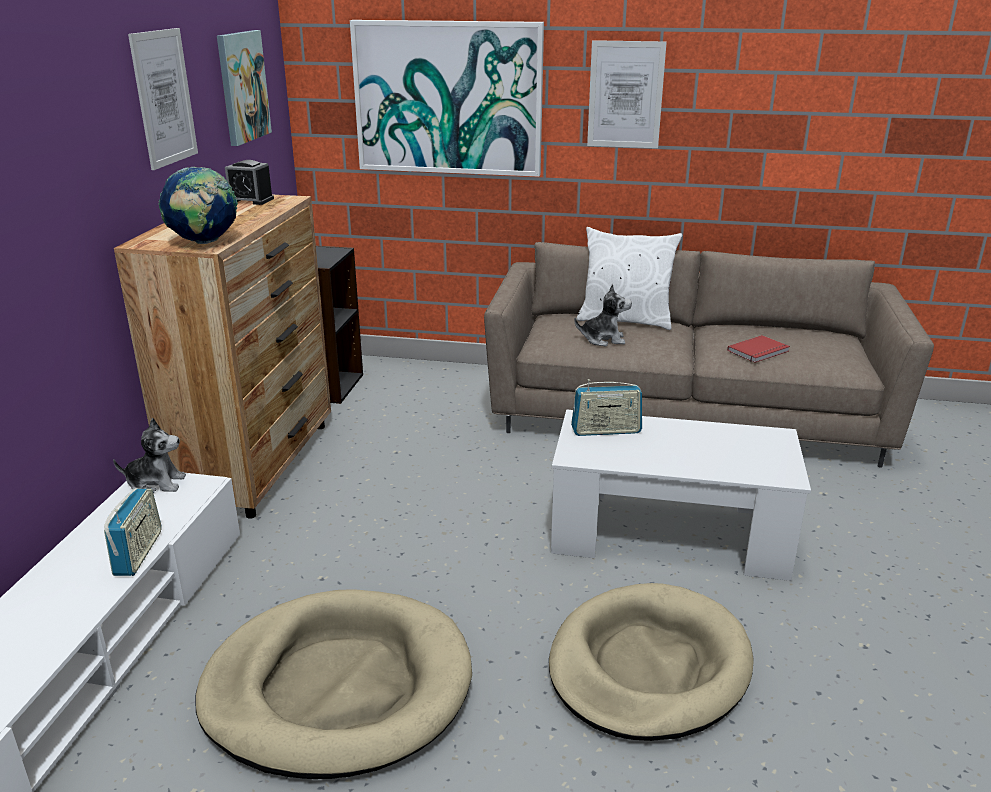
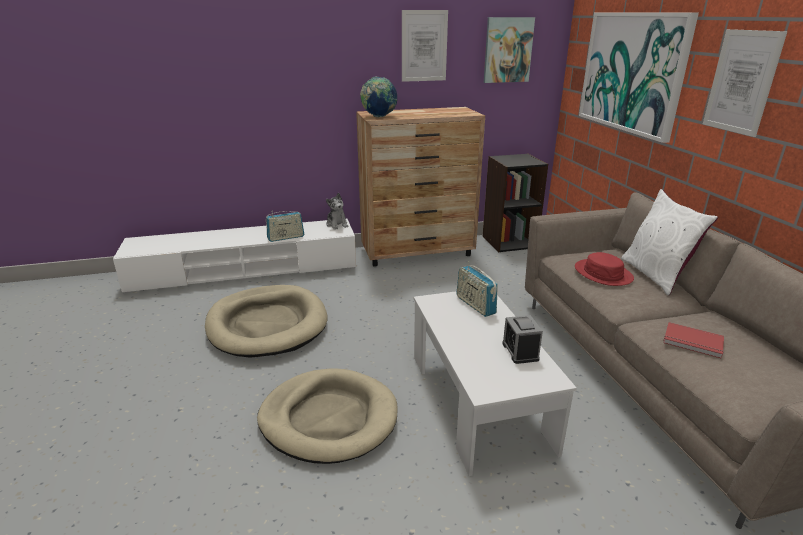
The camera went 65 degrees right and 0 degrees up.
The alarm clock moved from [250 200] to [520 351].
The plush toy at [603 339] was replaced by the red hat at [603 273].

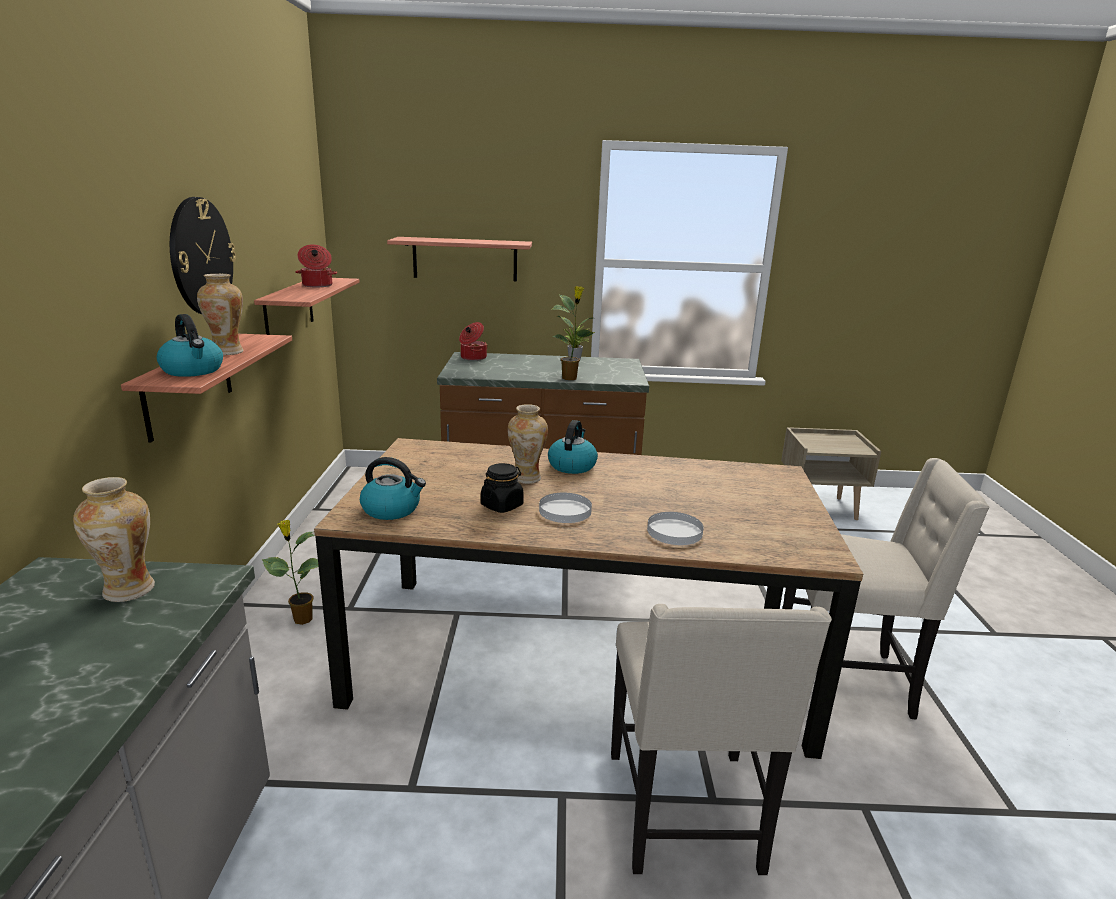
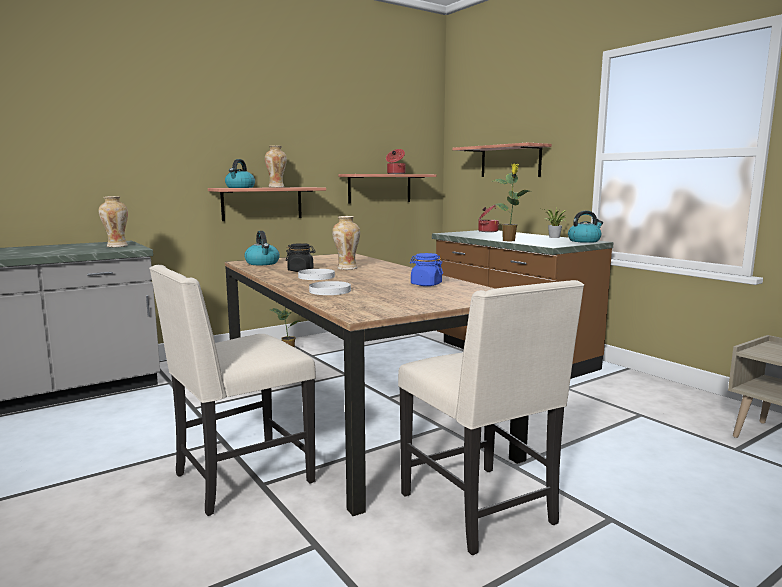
The camera went 55 degrees right and 10 degrees down.
The wall clock at [201 257] disappeared.
The kettle moved from [572 465] to [584 241].
The blue jar at [426 284] appeared.

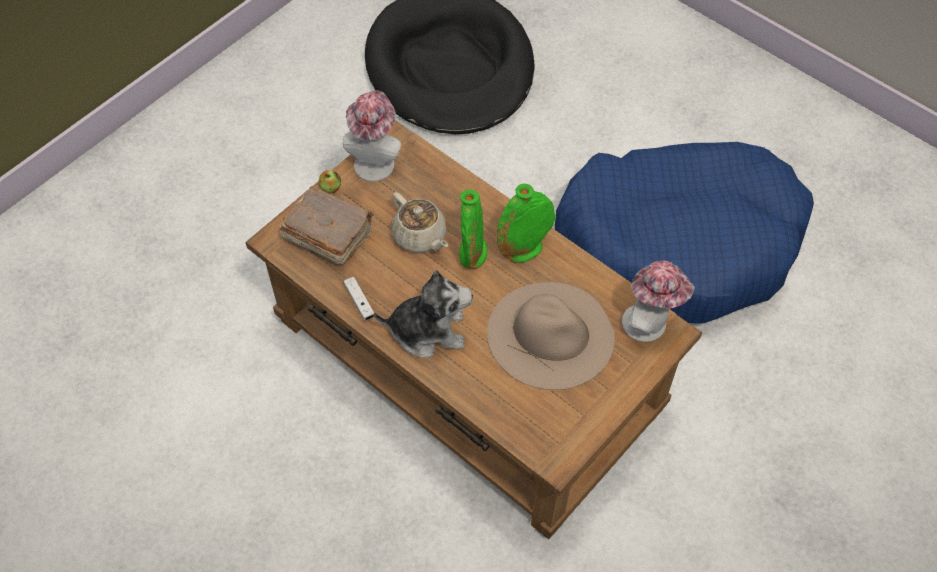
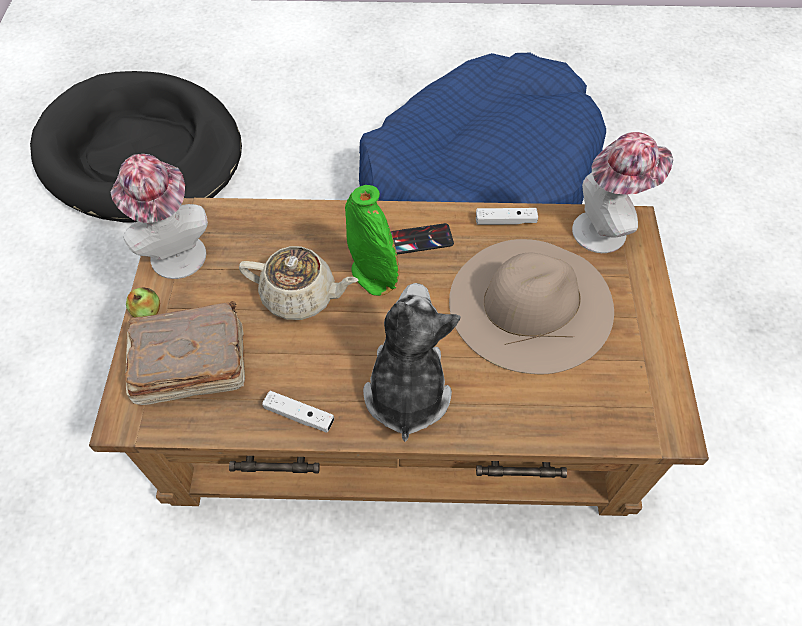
The camera went 40 degrees left and 0 degrees up.
The plush toy at [428 331] turned 45 degrees counterclockwise.
The green vase at [524 250] was replaced by the phone at [421 239].
The white game controller at [505 221] appeared.

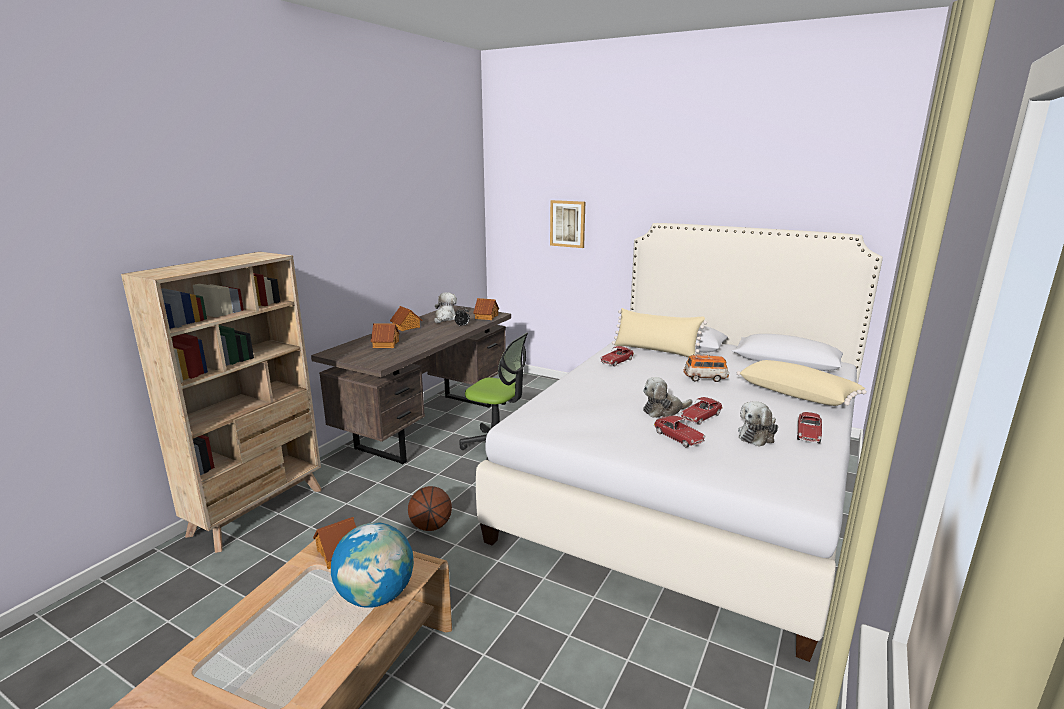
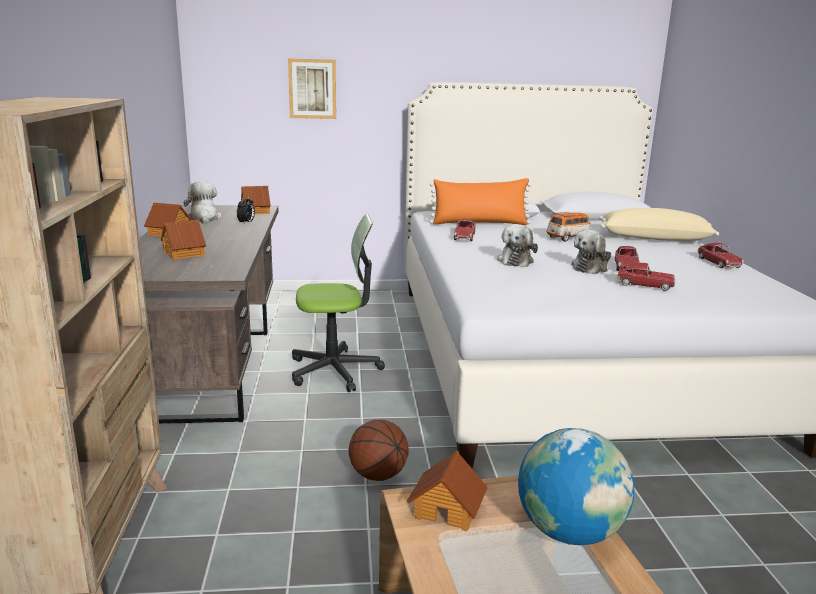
The camera went 35 degrees left and 0 degrees up.
The beige pillow at [655 350] became the orange pillow at [480 223].
The plush toy moved from [757 436] to [515 260].

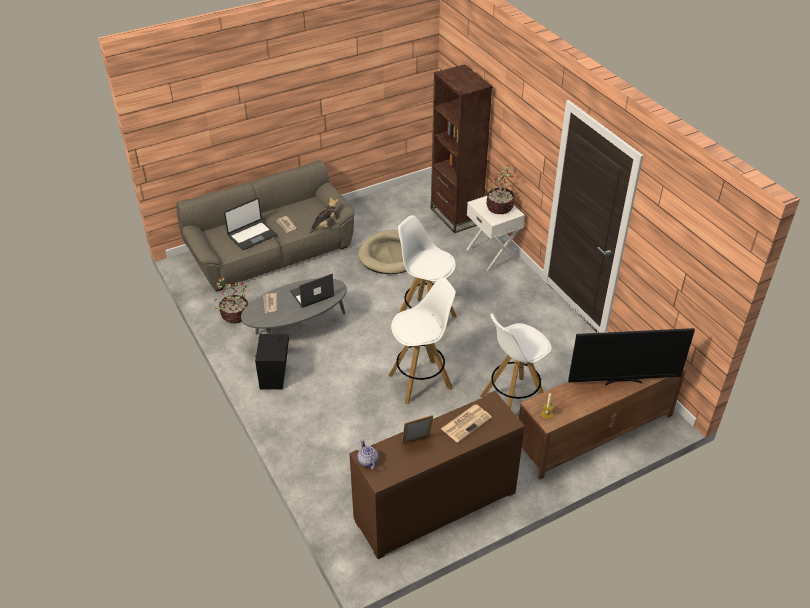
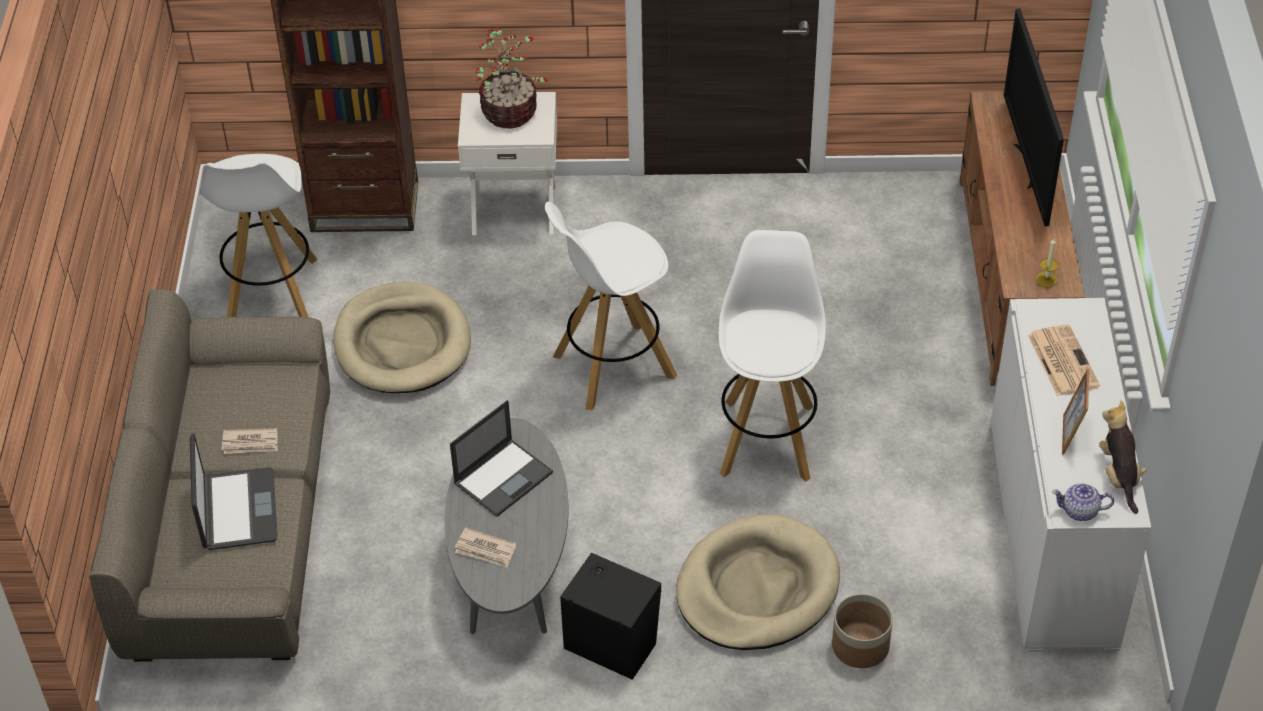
The camera went 60 degrees left and 5 degrees up.
The potted plant at [234 315] disappeared.
The laptop at [311 294] turned 135 degrees counterclockwise.
The plush toy moved from [326 225] to [1118 475].
The brown cabinet at [435 506] became the white cabinet at [1052 533].
The white stool moved from [512 400] to [272 293].
The television at [623 381] turned 150 degrees clockwise.
The beige dog bed at [757 588] appeared.
The planter at [860 646] appeared.

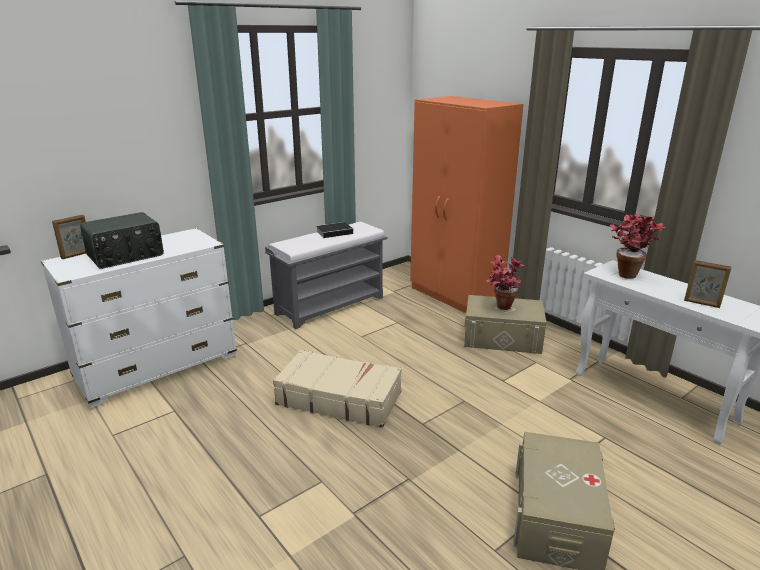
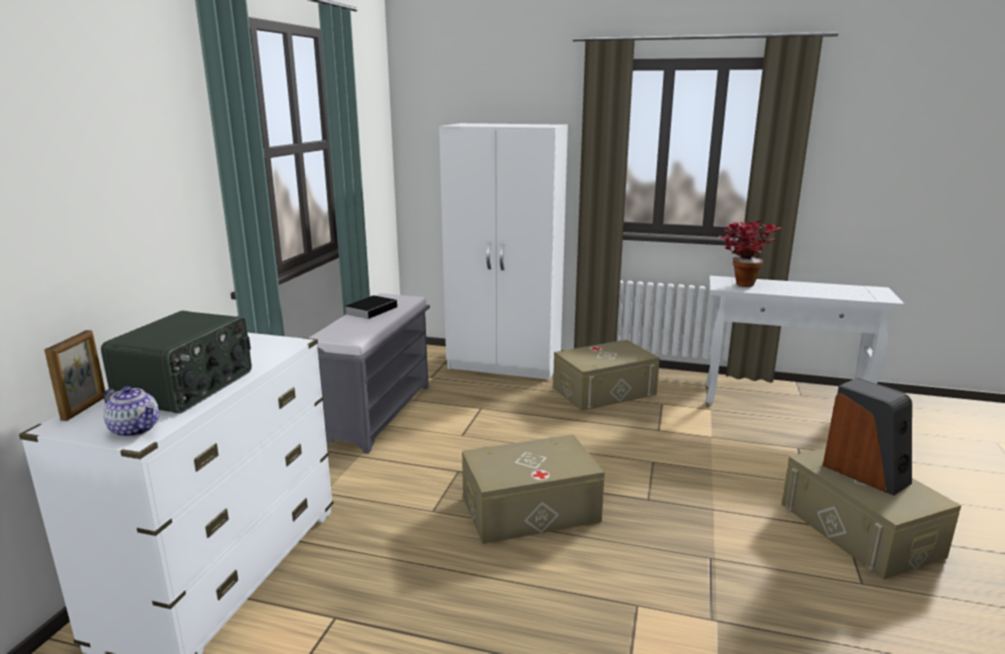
The camera went 35 degrees left and 5 degrees down.
The beige suitcase at [339 398] was replaced by the beige storage box at [530 509].
The orange wardrobe at [455 296] became the white wardrobe at [505 364].
The potted plant at [500 308] disappeared.
The picture frame at [701 304] disappeared.
The teapot at [136 429] appeared.
The speaker at [866 473] appeared.

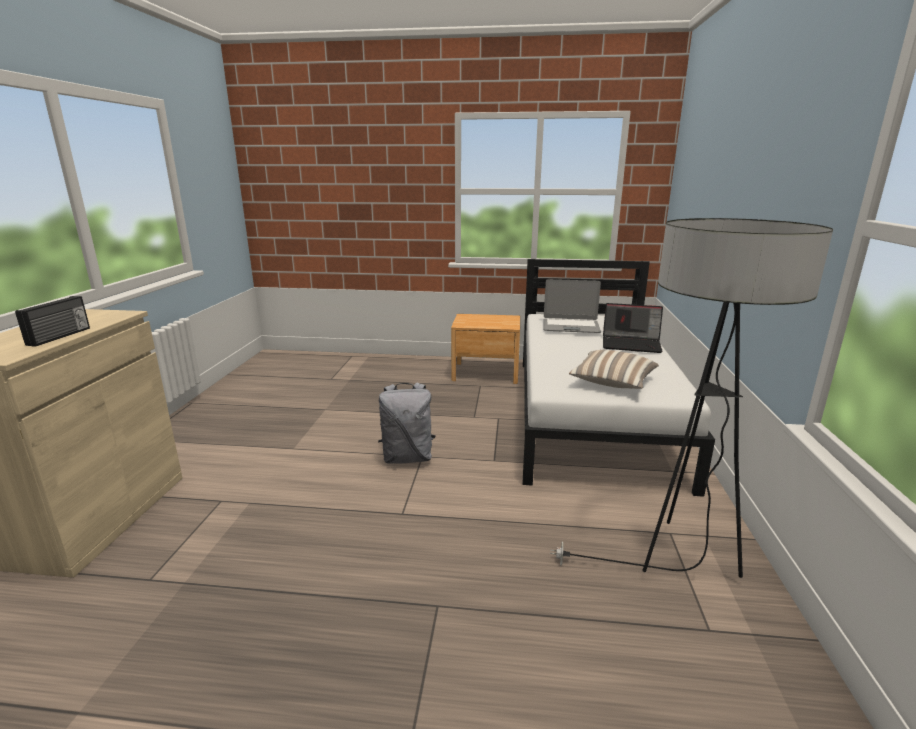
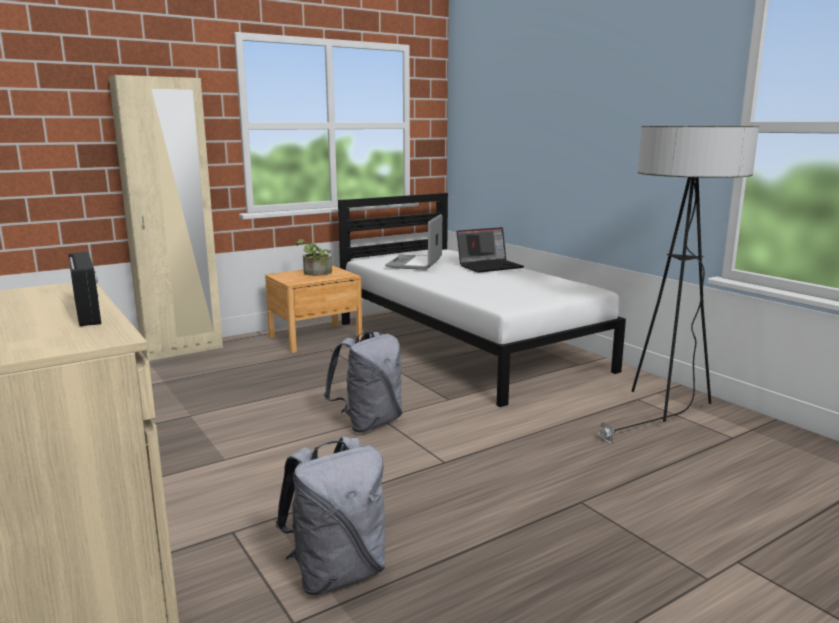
The camera went 40 degrees left and 5 degrees down.
The laptop at [570 327] turned 135 degrees clockwise.
The pillow at [612 383] disappeared.
The beige wardrobe at [182 350] appeared.
The grey backpack at [337 573] appeared.
The potted plant at [315 273] appeared.

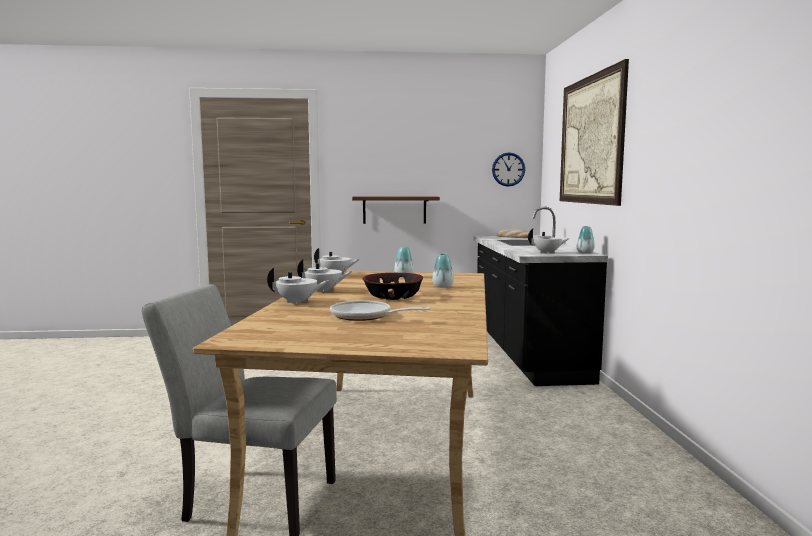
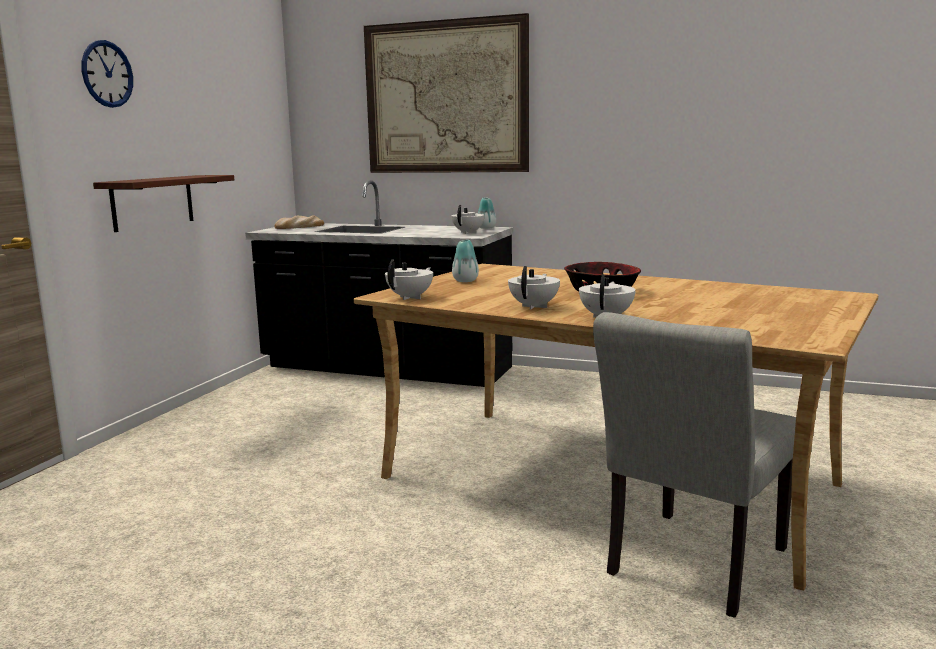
The camera went 65 degrees left and 5 degrees up.
The frying pan at [366 316] disappeared.
The vase at [442 286] disappeared.
The wall clock moved from [508 169] to [107 74].

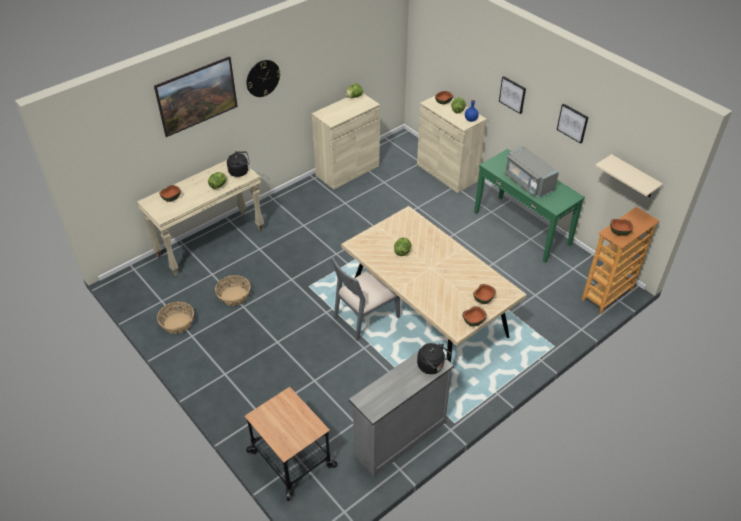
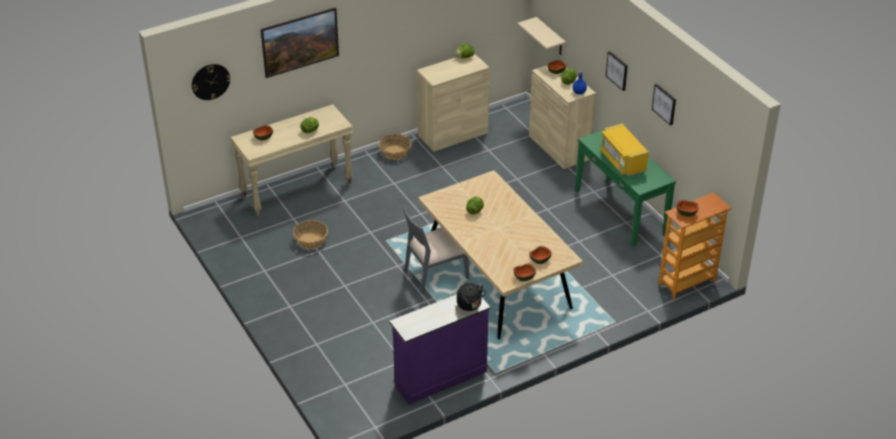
The camera went 10 degrees right and 5 degrees down.
The basket moved from [177 323] to [395 152].
The black kettle at [240 171] disappeared.
The cart at [291 460] disappeared.
The wall clock moved from [262 78] to [210 81].
The grey dresser at [398 438] became the purple dresser at [439 378].
The grey microwave at [528 182] became the yellow microwave at [622 161].
The beige shelf moved from [634 177] to [550 37].

